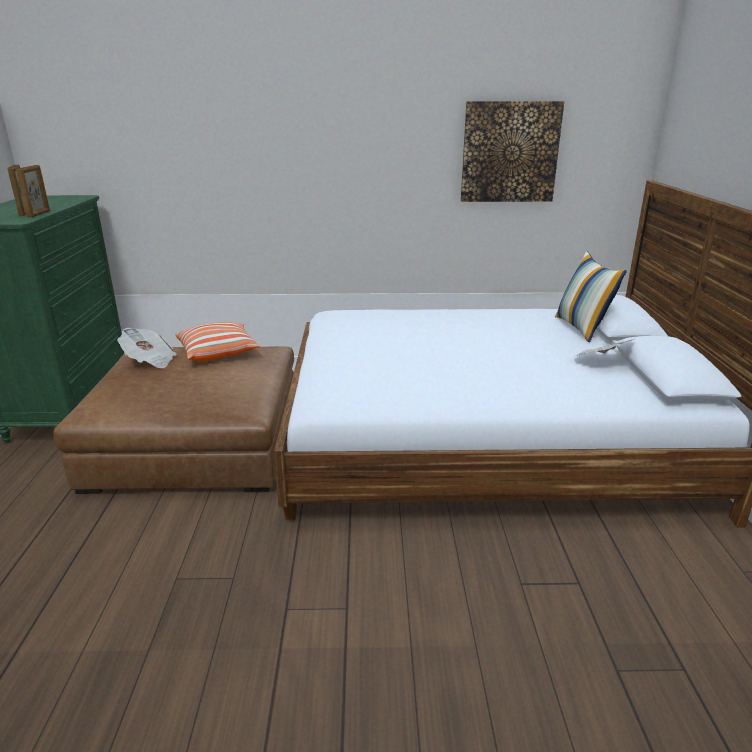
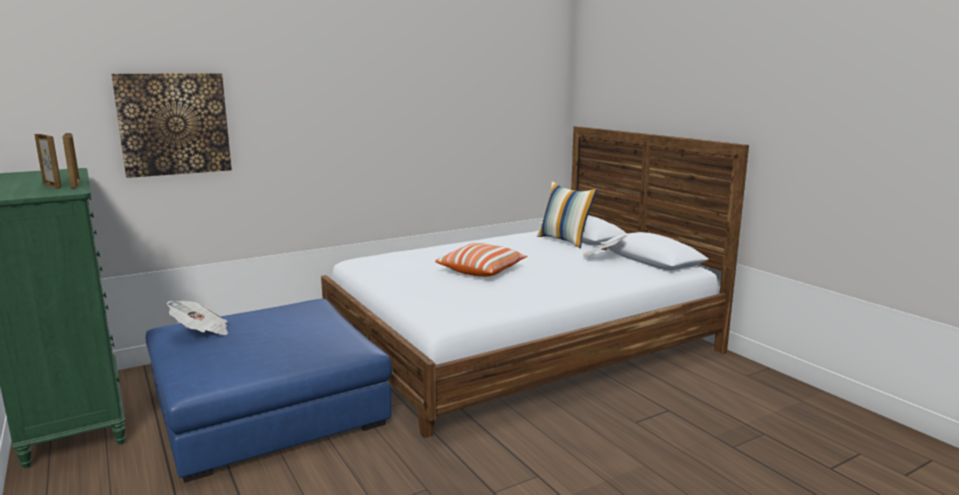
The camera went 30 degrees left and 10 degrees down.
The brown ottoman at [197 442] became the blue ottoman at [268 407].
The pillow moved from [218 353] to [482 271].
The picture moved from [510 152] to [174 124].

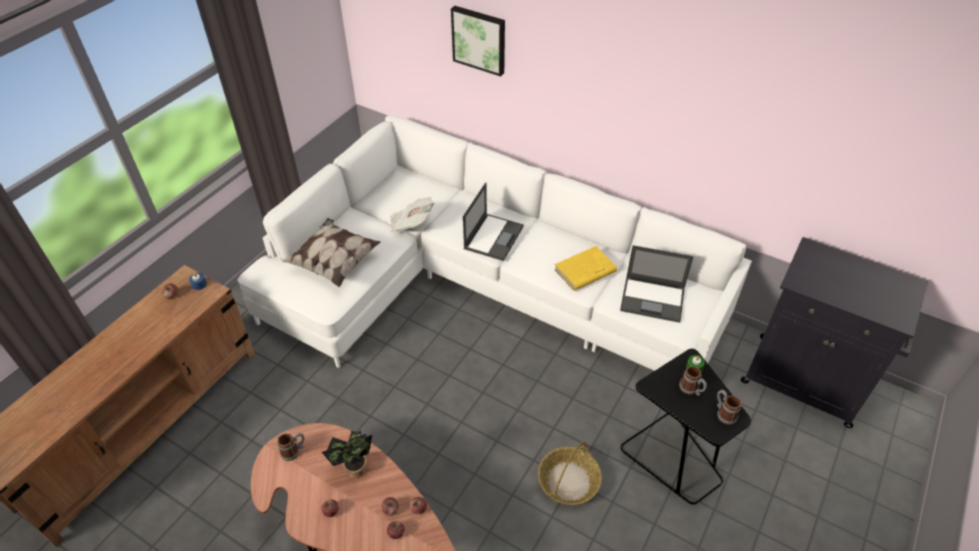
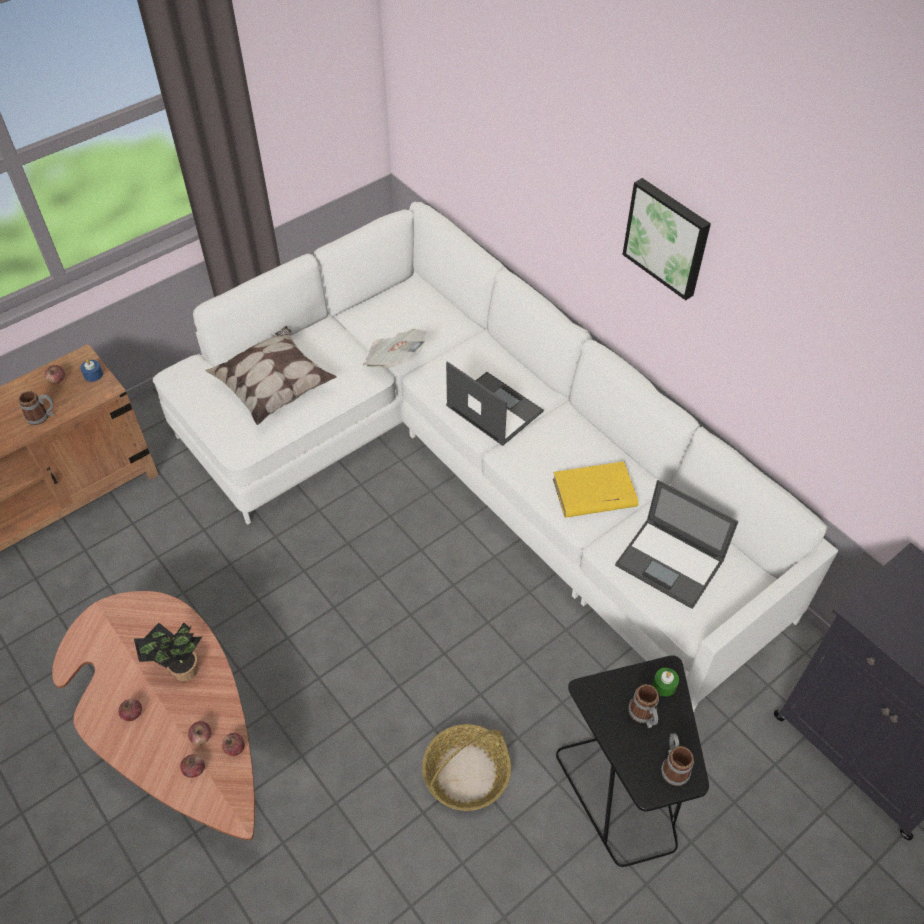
The camera went 20 degrees right and 5 degrees up.
The mug moved from [294 451] to [42 417].
The picture moved from [479 39] to [668 237].
The laptop at [494 237] turned 90 degrees counterclockwise.

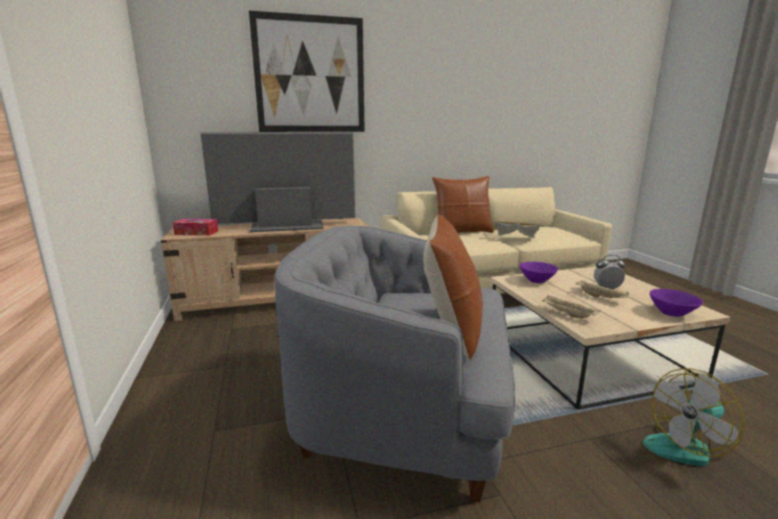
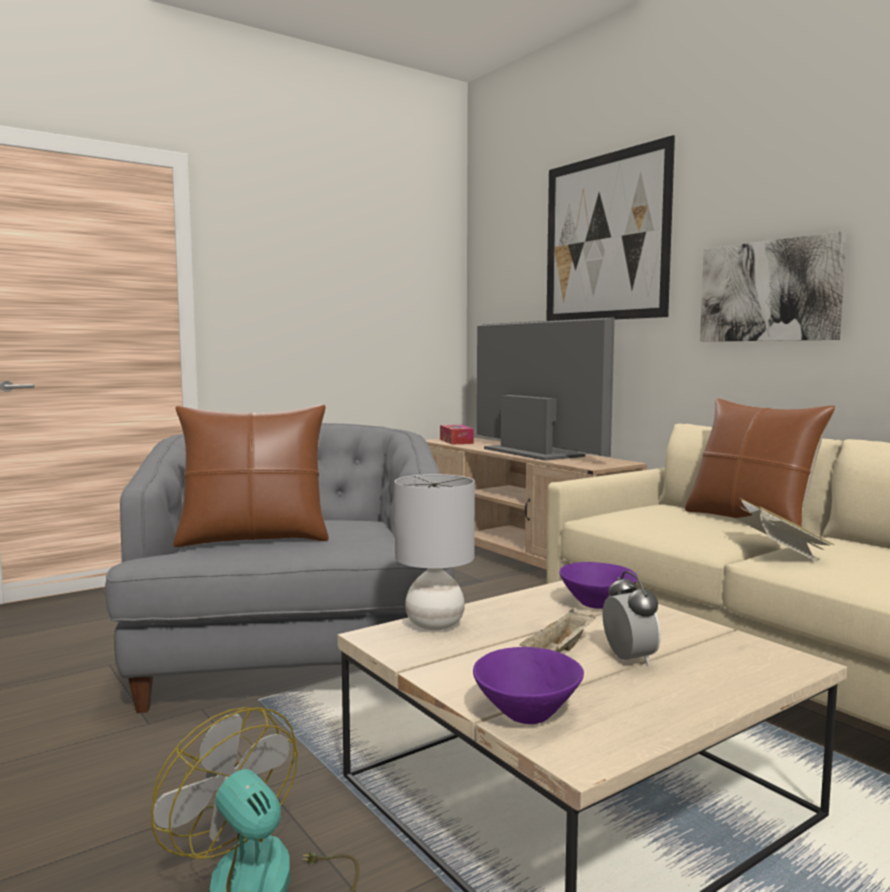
The camera went 70 degrees right and 10 degrees down.
The beige tray at [567 314] was replaced by the grey table lamp at [434 624].
The picture at [769 291] appeared.

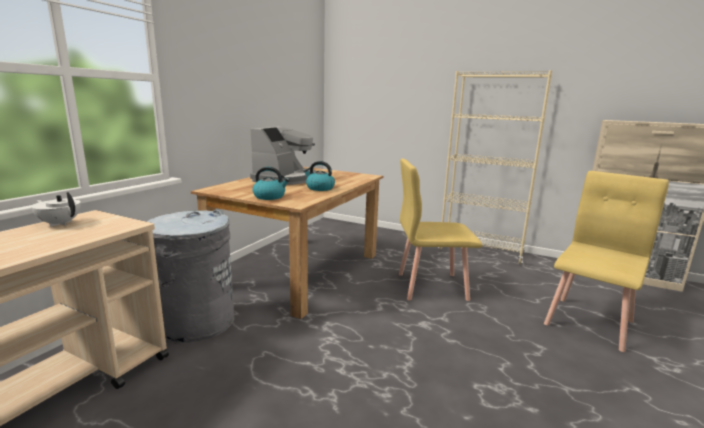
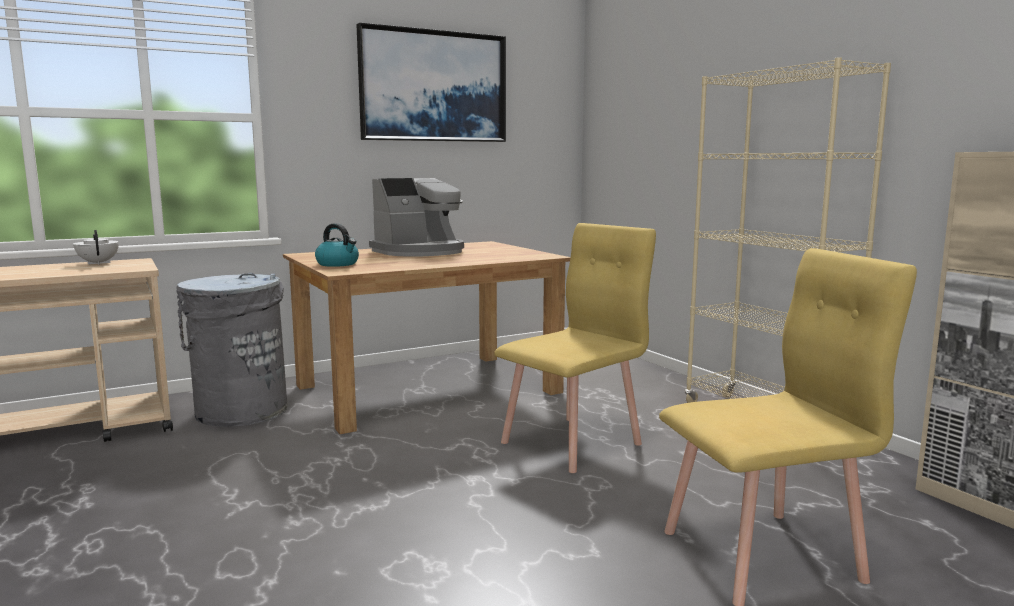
The camera went 35 degrees right and 5 degrees down.
The kettle at [319 188] disappeared.
The yellow chair at [430 286] turned 105 degrees clockwise.
The picture at [433 86] appeared.

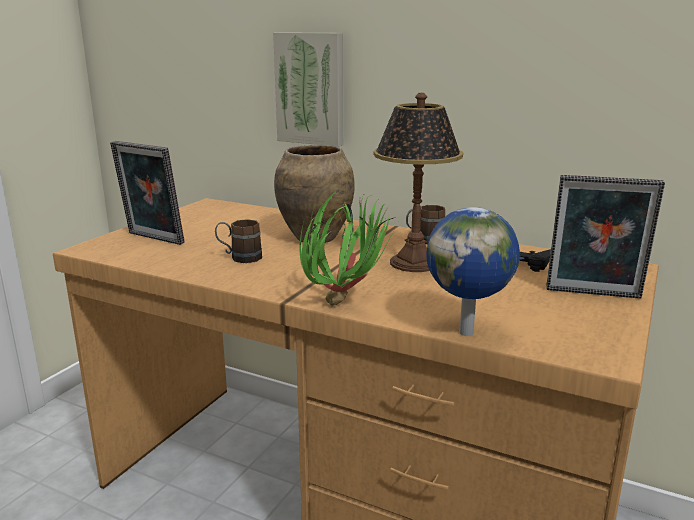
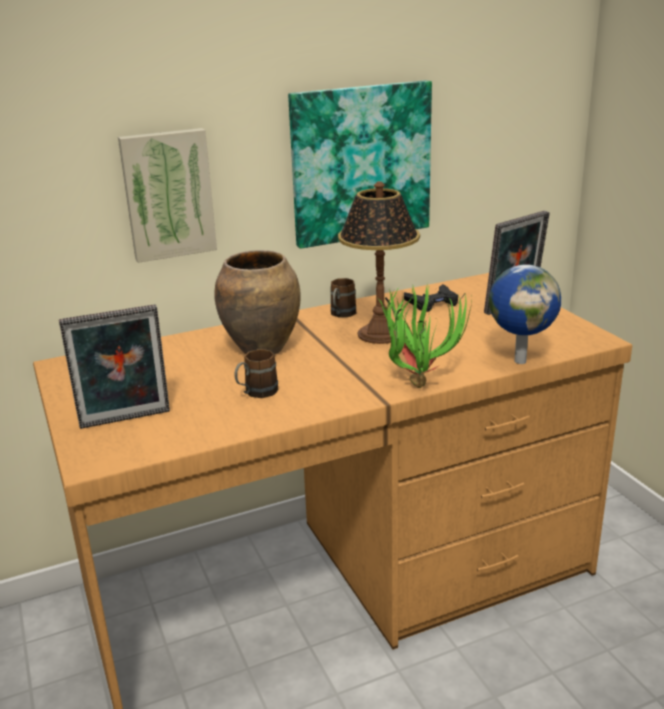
The camera went 50 degrees left and 5 degrees up.
The picture at [360 163] appeared.

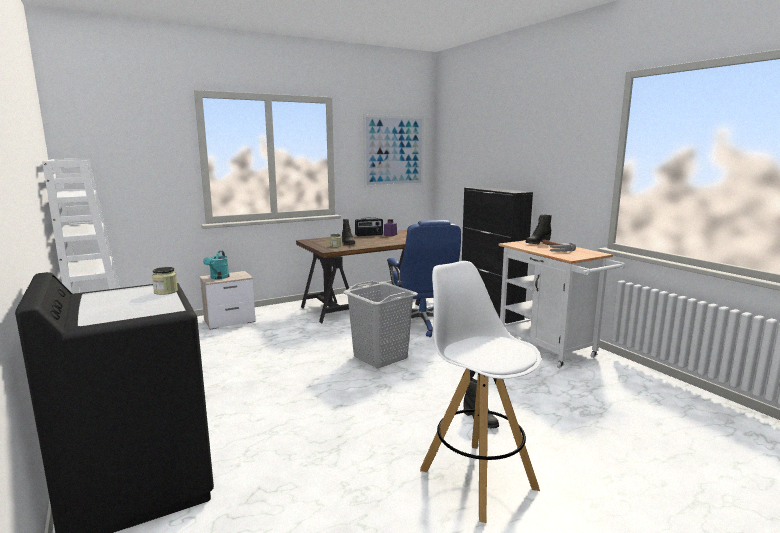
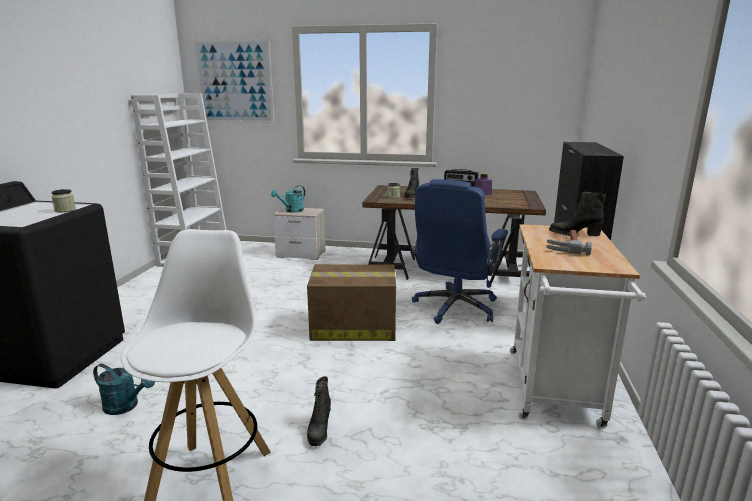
The camera went 40 degrees right and 5 degrees up.
The grey laundry basket at [380 357] was replaced by the cardboard box at [352 327].
The picture moved from [394 151] to [234 82].
The turquoise watering can at [126 406] appeared.

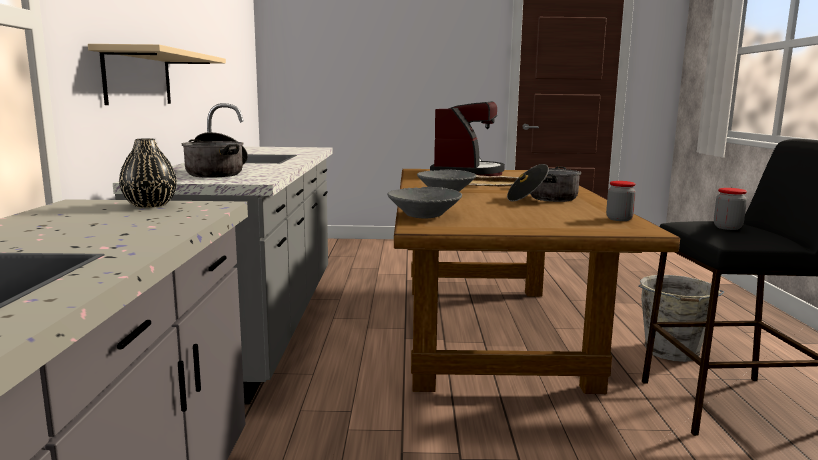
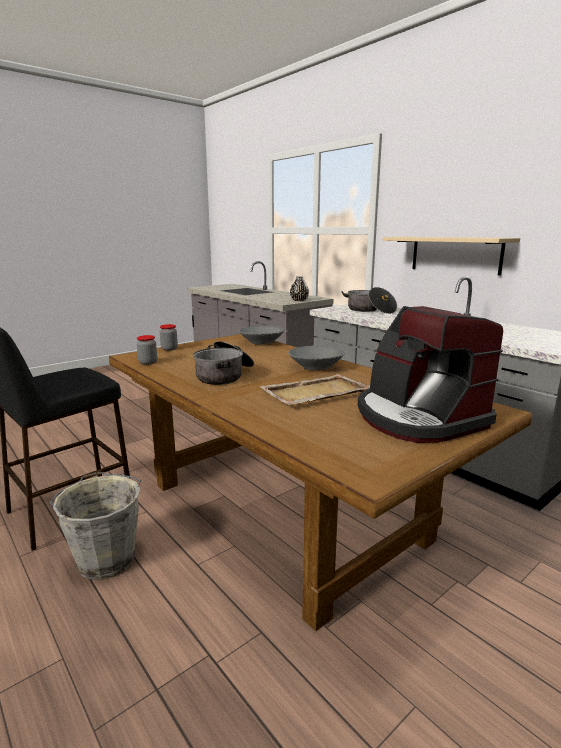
The camera went 140 degrees right and 5 degrees up.
The jar moved from [727 227] to [169 349].

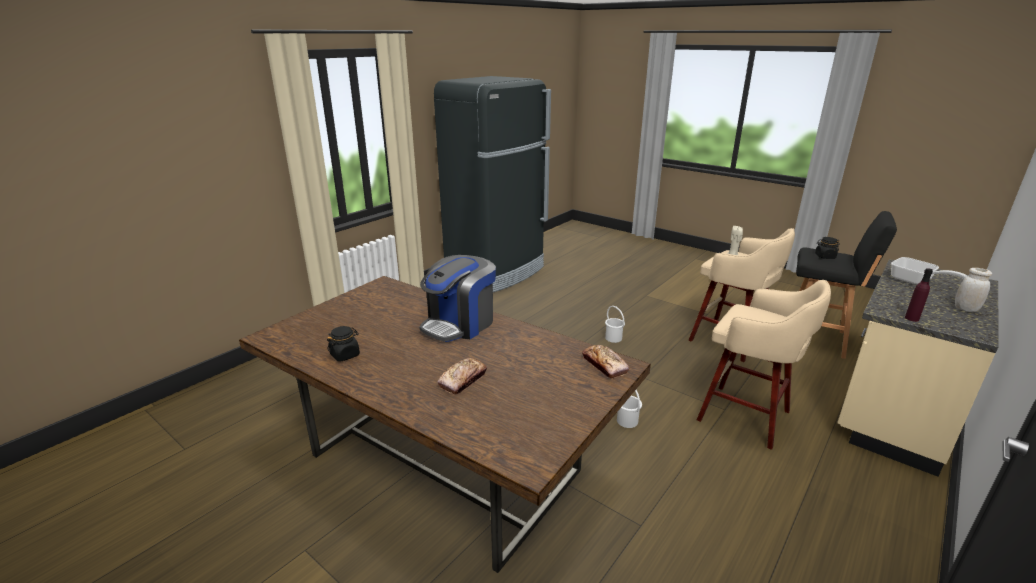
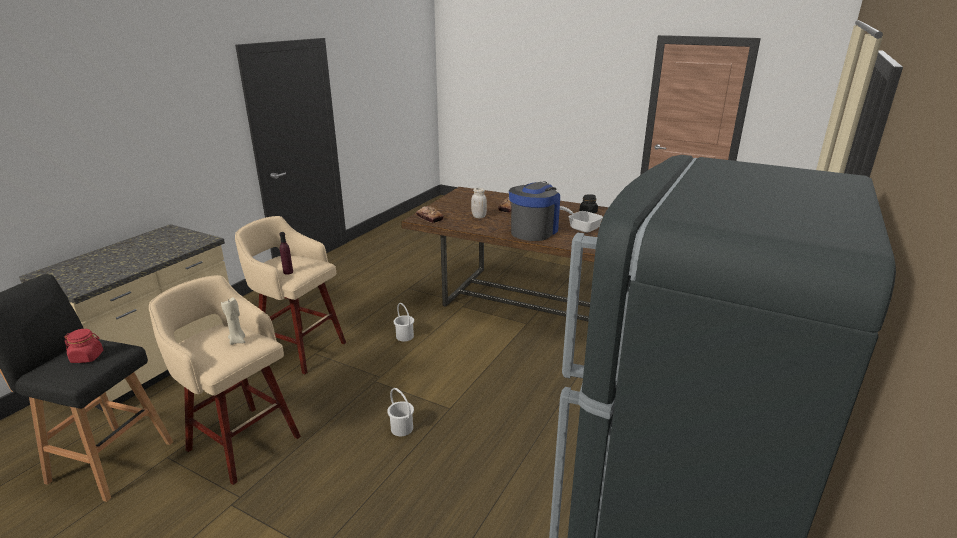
The camera went 170 degrees right and 0 degrees up.
The black jar at [825 256] became the red jar at [87 357].
The frying pan moved from [915 281] to [581 227].
The purple bottle moved from [911 318] to [288 272].
The white jar moved from [965 309] to [479 216].

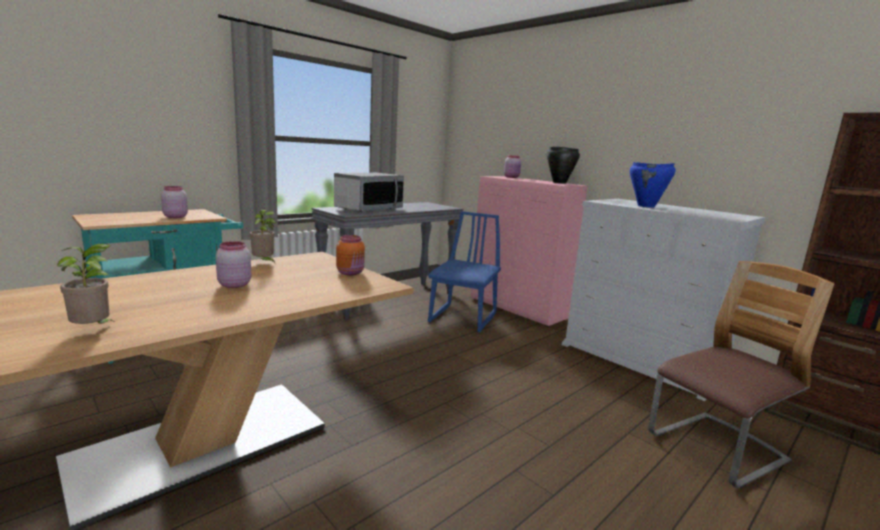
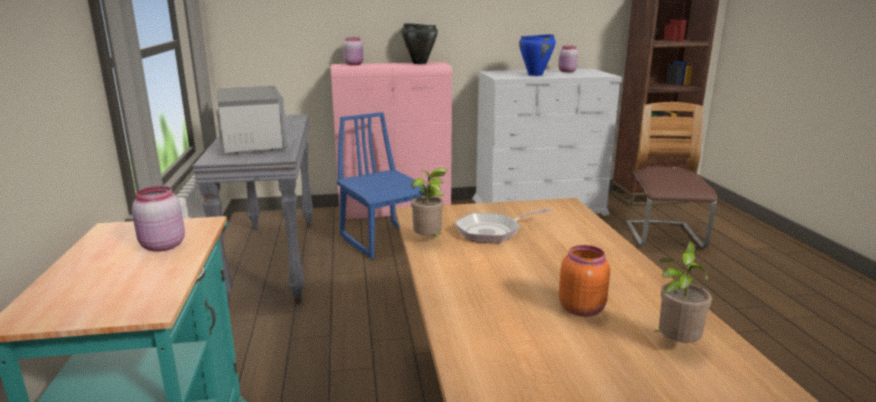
The camera went 55 degrees left and 5 degrees up.
The pink jar moved from [234 285] to [566 71].
The orange jar moved from [351 273] to [581 308].
The frying pan at [492 232] appeared.

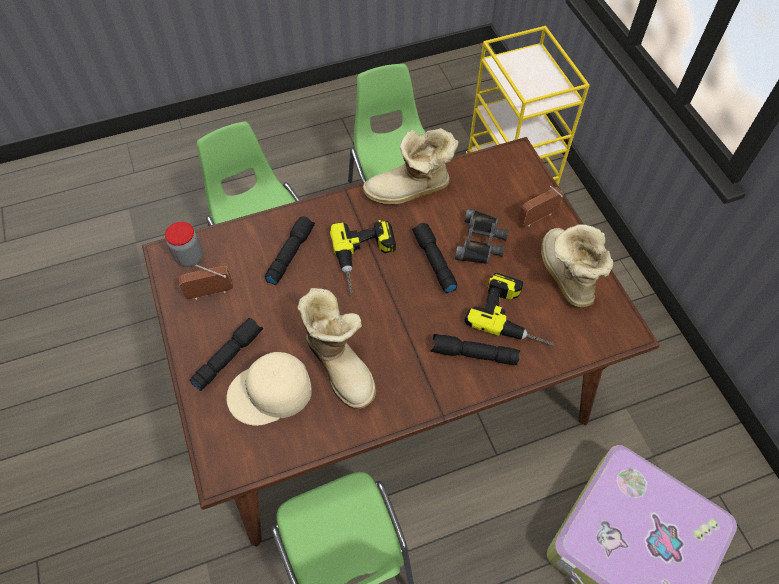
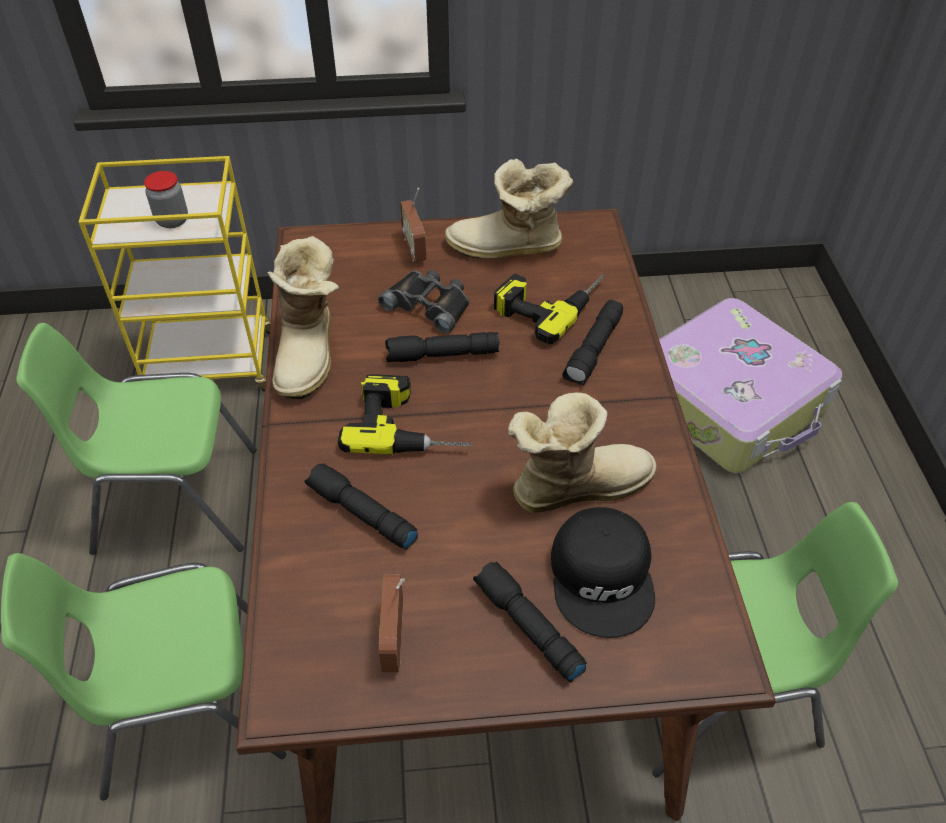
The camera went 75 degrees left and 10 degrees down.
The jar moved from [189 257] to [172 220].
The beige cap at [271 393] became the black cap at [603 577].

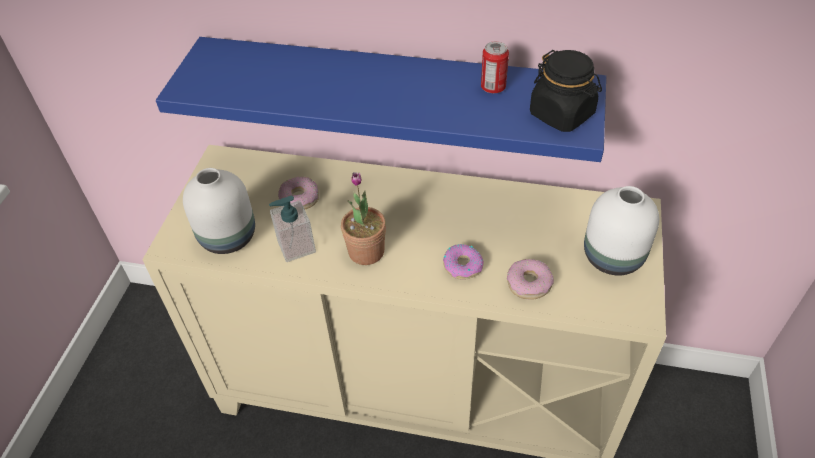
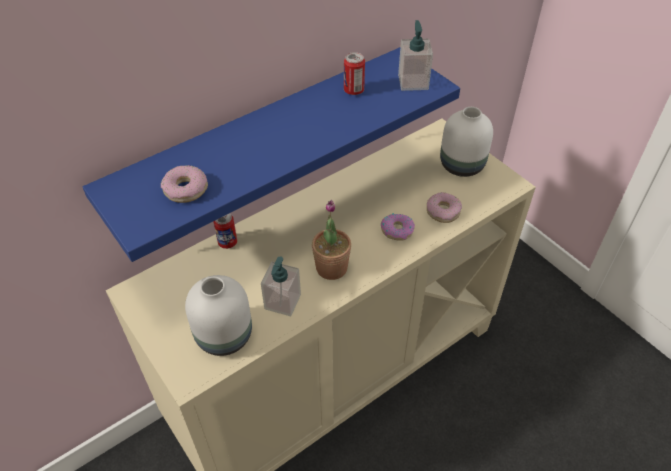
The camera went 50 degrees left and 0 degrees up.
The donut moved from [300 198] to [186 189].
The black jar at [562 114] was replaced by the soap dispenser at [413 82].
The can at [227 242] appeared.

